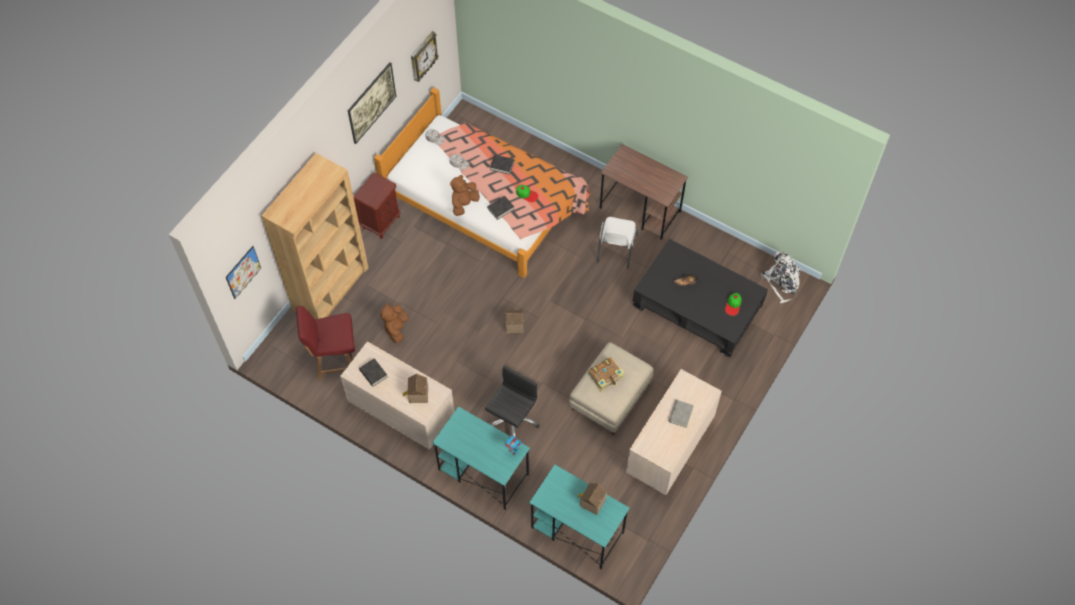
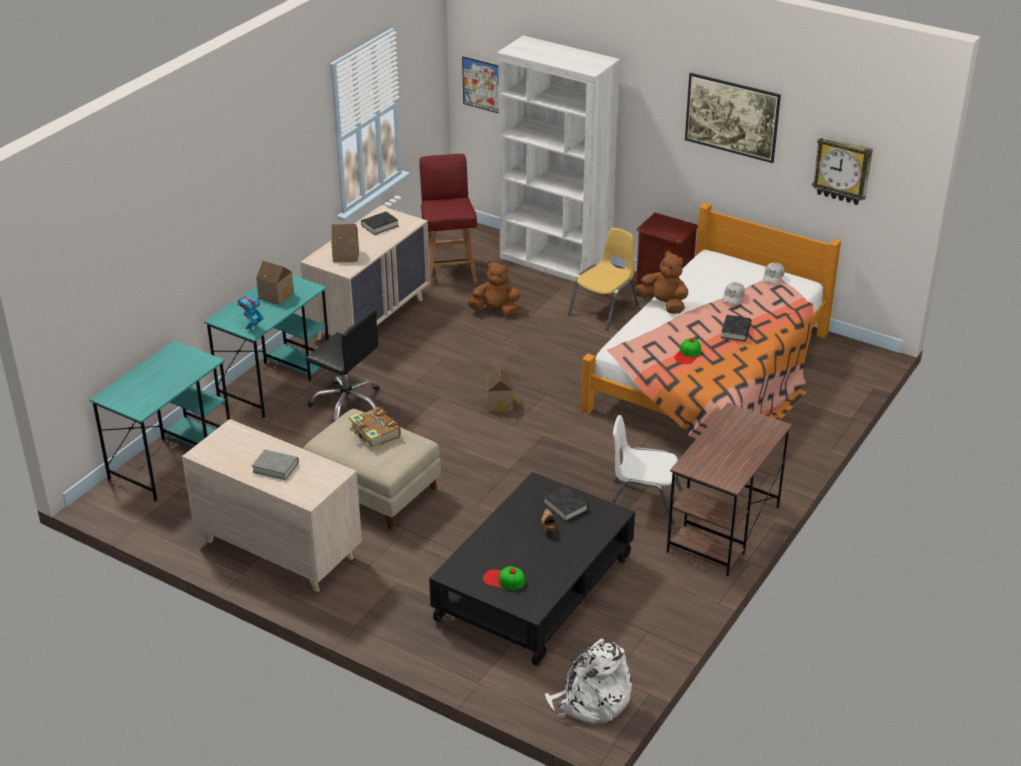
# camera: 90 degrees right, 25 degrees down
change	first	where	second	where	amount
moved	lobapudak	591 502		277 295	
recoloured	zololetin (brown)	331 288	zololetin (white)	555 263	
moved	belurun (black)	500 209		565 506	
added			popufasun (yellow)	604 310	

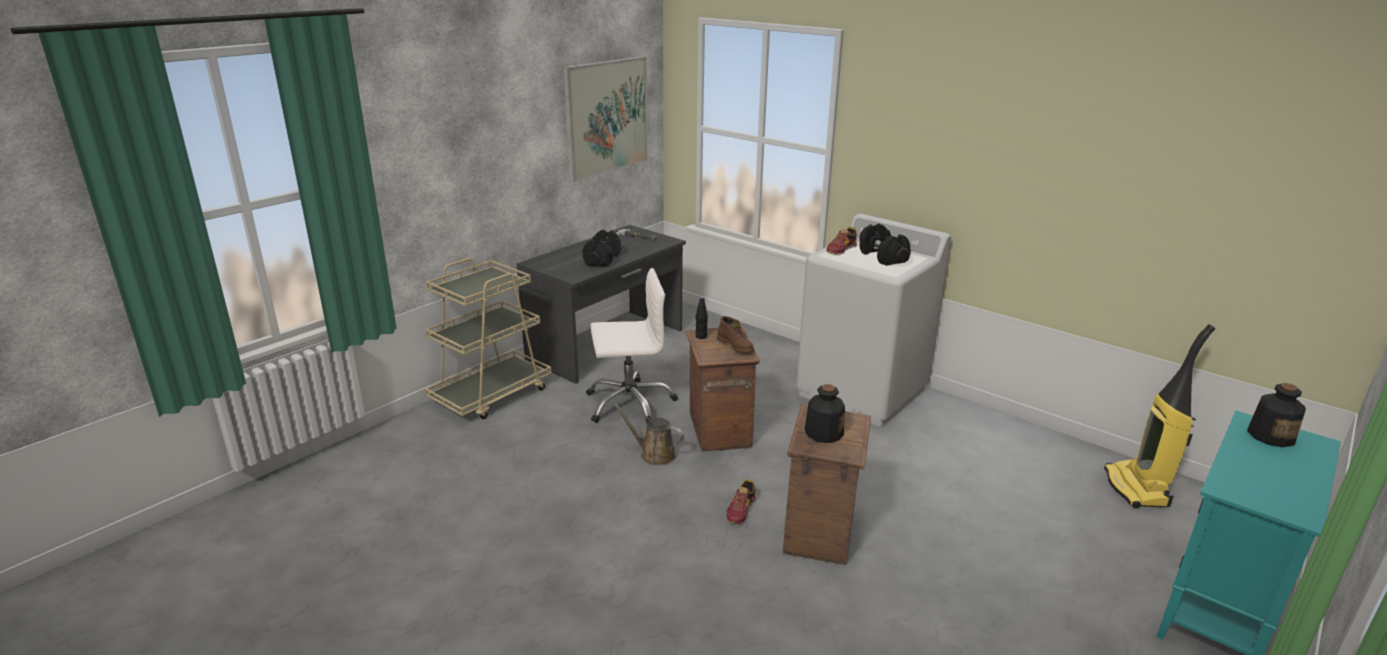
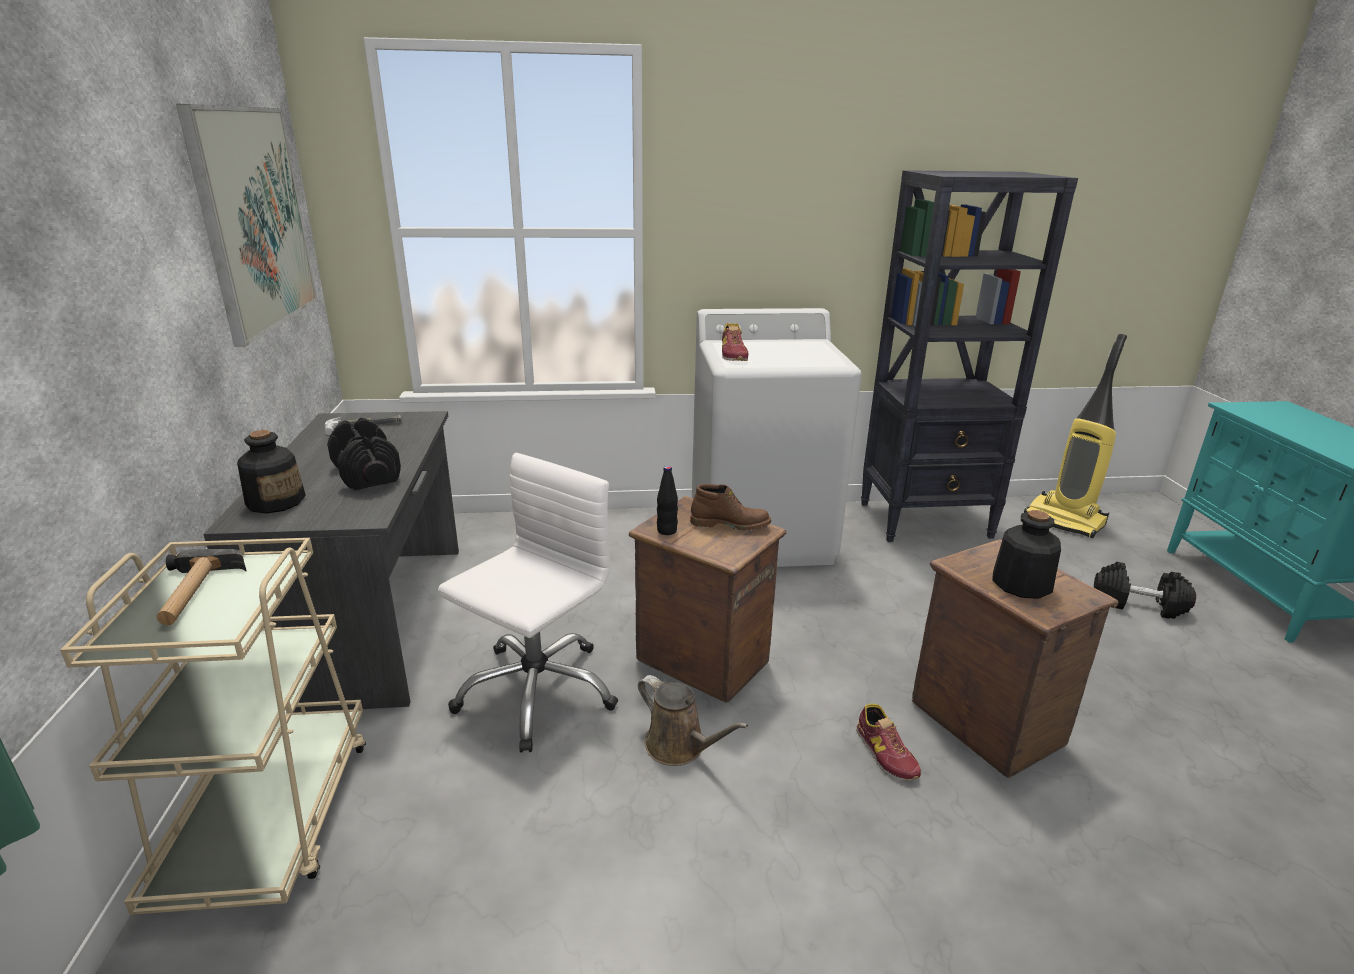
# camera: 45 degrees left, 0 degrees up
change	first	where	second	where	amount
added			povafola	193 592	
moved	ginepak	1270 436		276 501	
turned	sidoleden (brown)	654 454		679 746	120 degrees counterclockwise
added			zololetin (black)	926 520	
moved	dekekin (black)	882 257		1138 604	

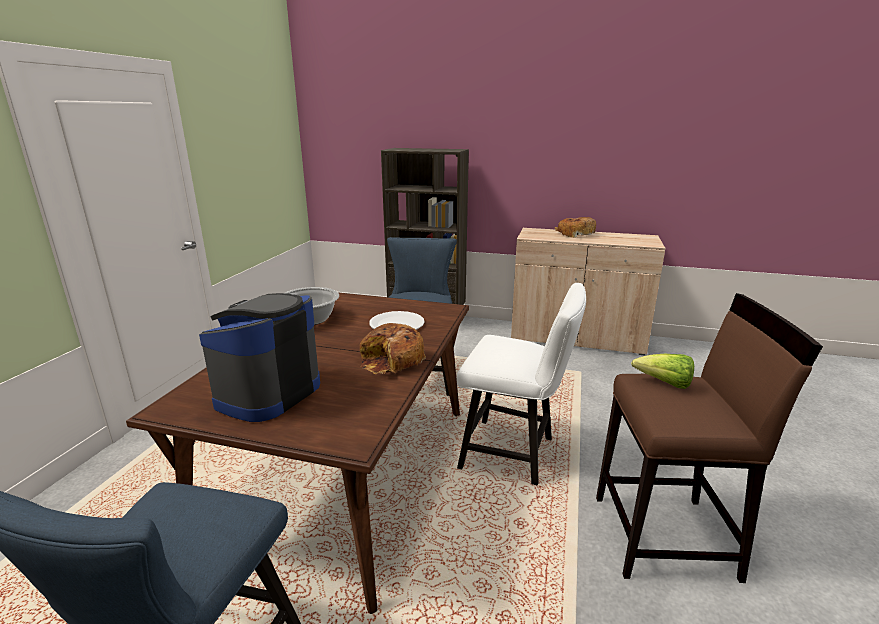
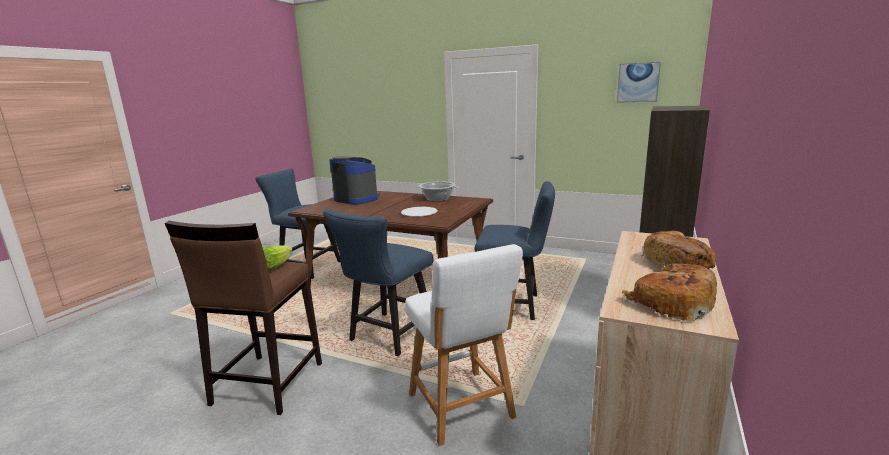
# camera: 100 degrees right, 5 degrees down
change	first	where	second	where	amount
recoloured	popufasun (white)	514 454	popufasun (blue)	388 337	
added			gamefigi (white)	462 409	
added			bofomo	638 82	
moved	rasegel	392 360		669 303	

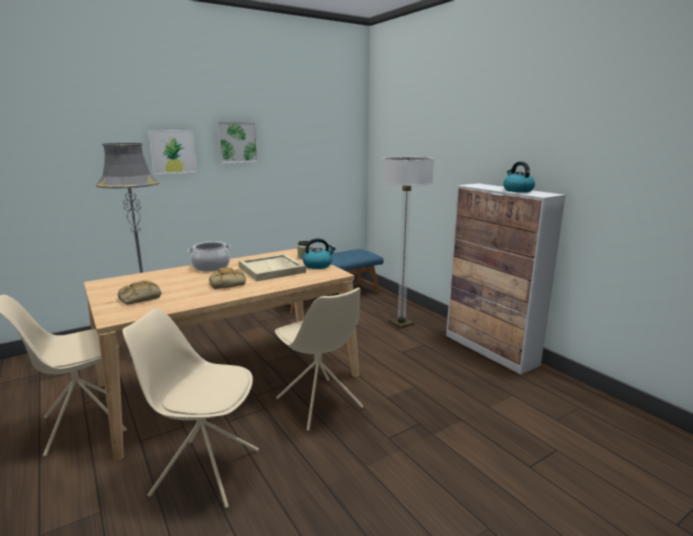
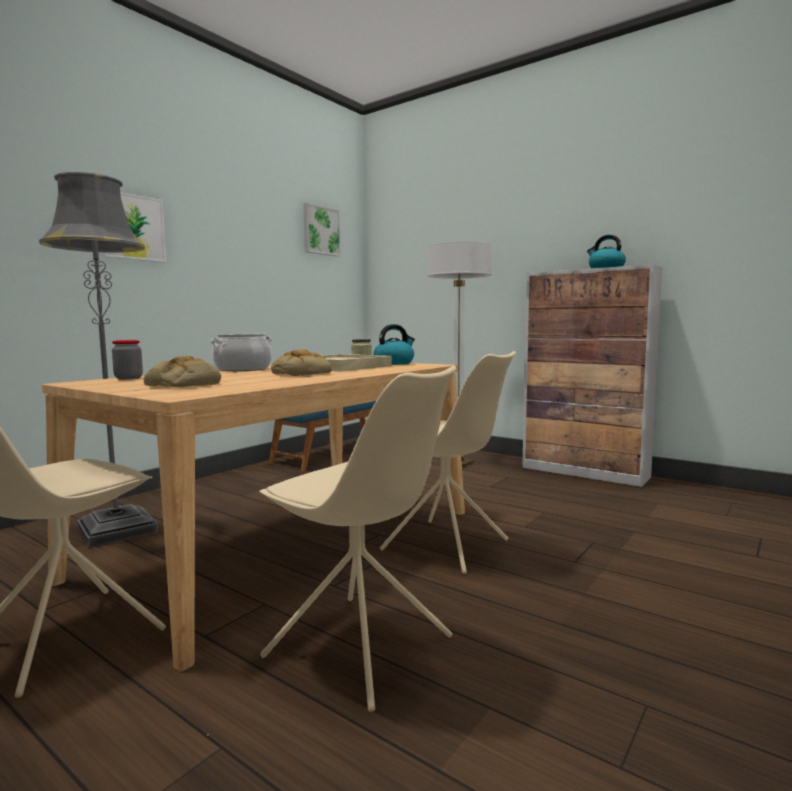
# camera: 20 degrees left, 10 degrees down
change	first	where	second	where	amount
added			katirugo	128 378	
turned	popufasun (beige)	204 471		361 648	135 degrees counterclockwise
moved	bofomo	237 142		320 231	

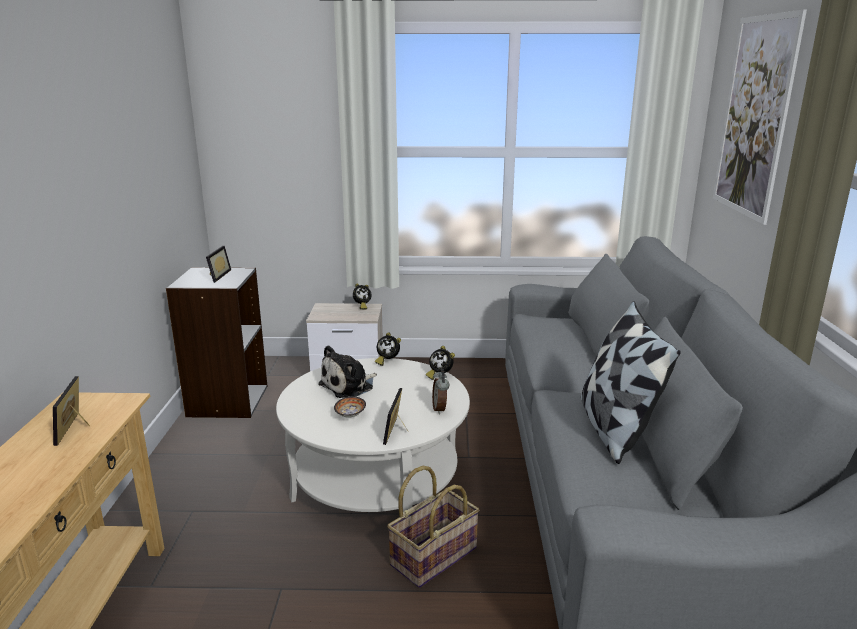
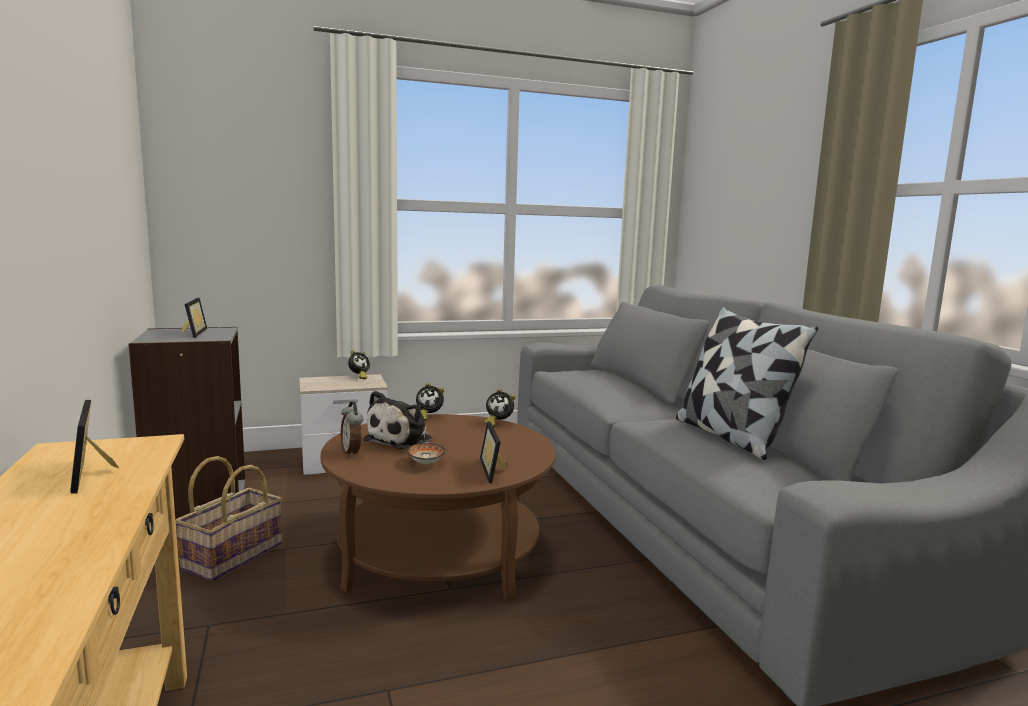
# camera: 20 degrees left, 10 degrees down
change	first	where	second	where	amount
moved	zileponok	433 555		232 555	
recoloured	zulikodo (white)	376 479	zulikodo (brown)	439 553	
moved	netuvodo	440 409		352 452	
removed	bofomo	754 117			

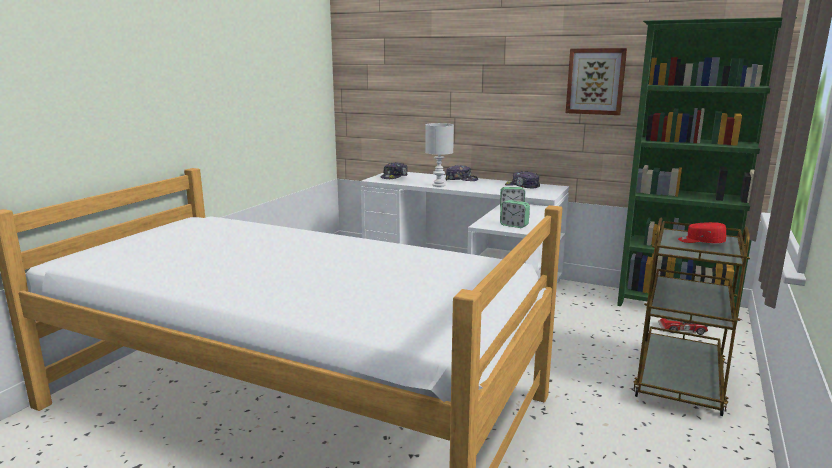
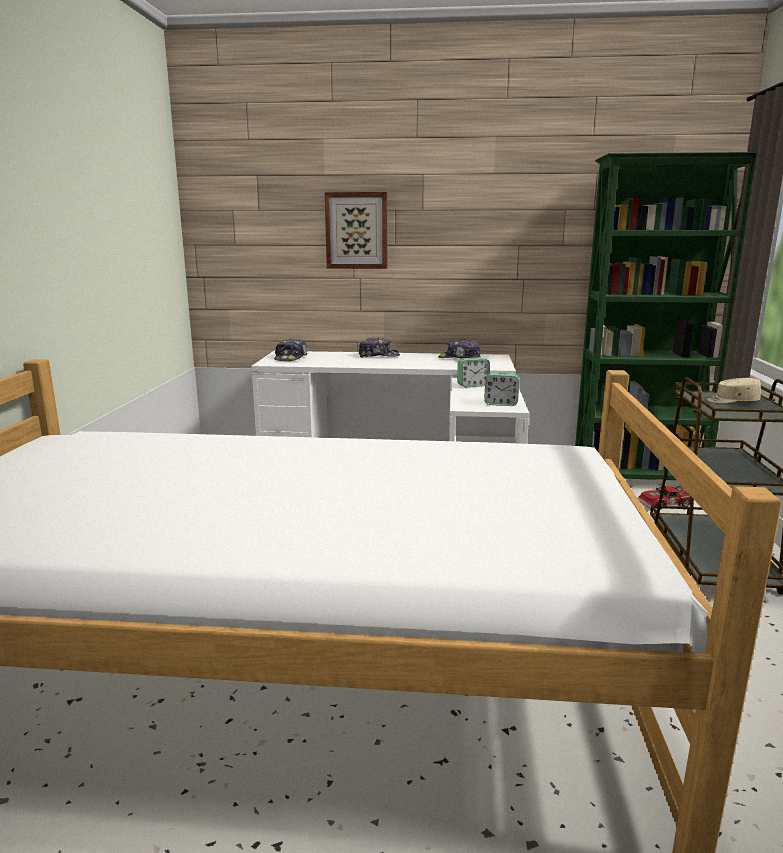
# camera: 20 degrees left, 0 degrees up
change	first	where	second	where	amount
moved	bofomo	595 81		356 230	
recoloured	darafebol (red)	701 242	darafebol (beige)	732 401	
removed	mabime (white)	439 185			

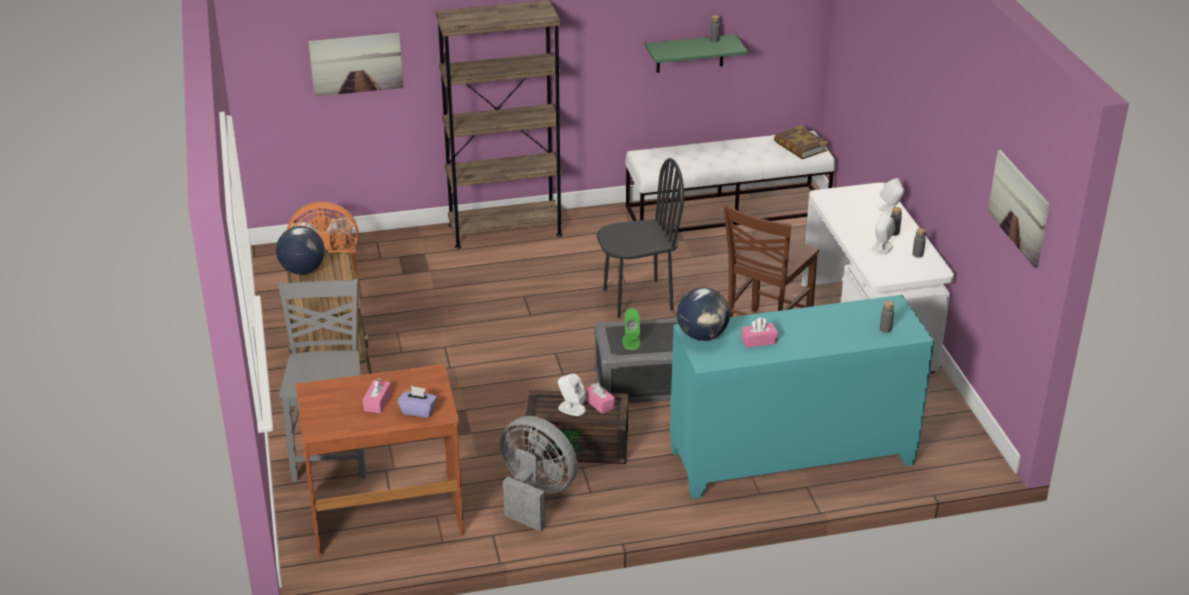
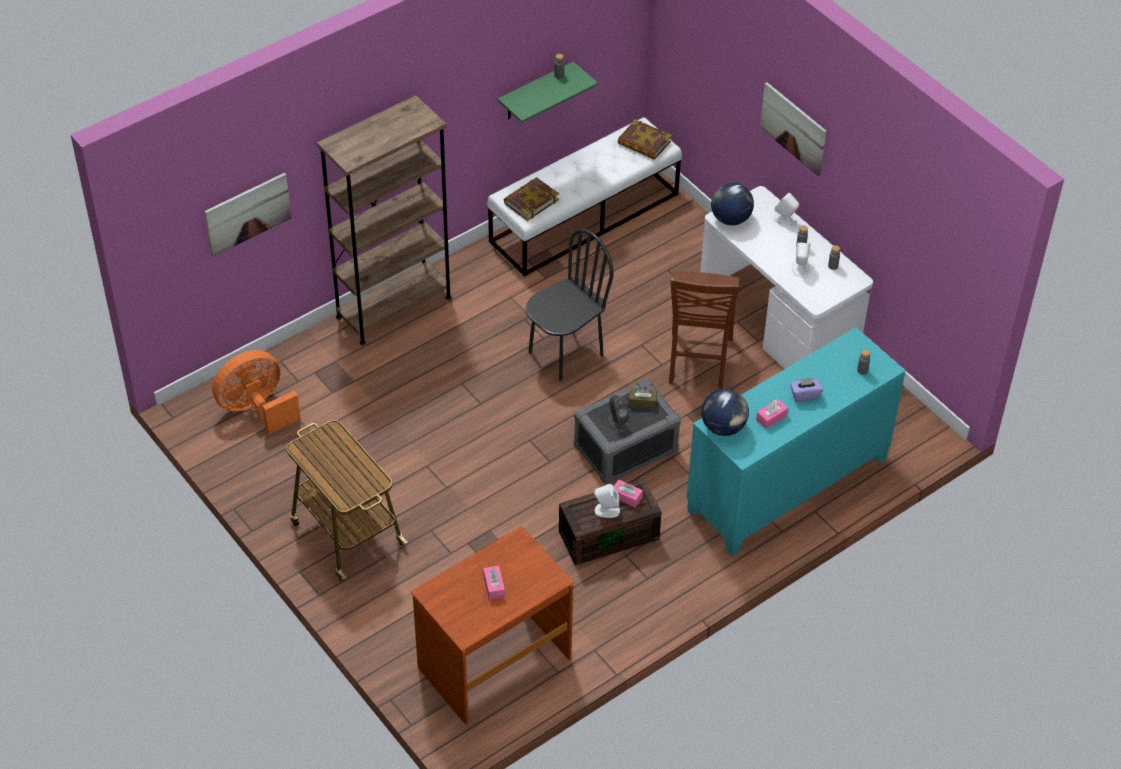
# camera: 25 degrees left, 15 degrees up
change	first	where	second	where	amount
added			belurun	531 201	
recoloured	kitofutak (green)	631 341	kitofutak (grey)	618 422	
added			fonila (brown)	642 402	
moved	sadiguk	302 270		730 219	
moved	bofomo	1019 207		793 128	
moved	fonila (purple)	418 411		805 395	
removed	popufasun (grey)	332 453			
removed	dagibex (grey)	535 495			

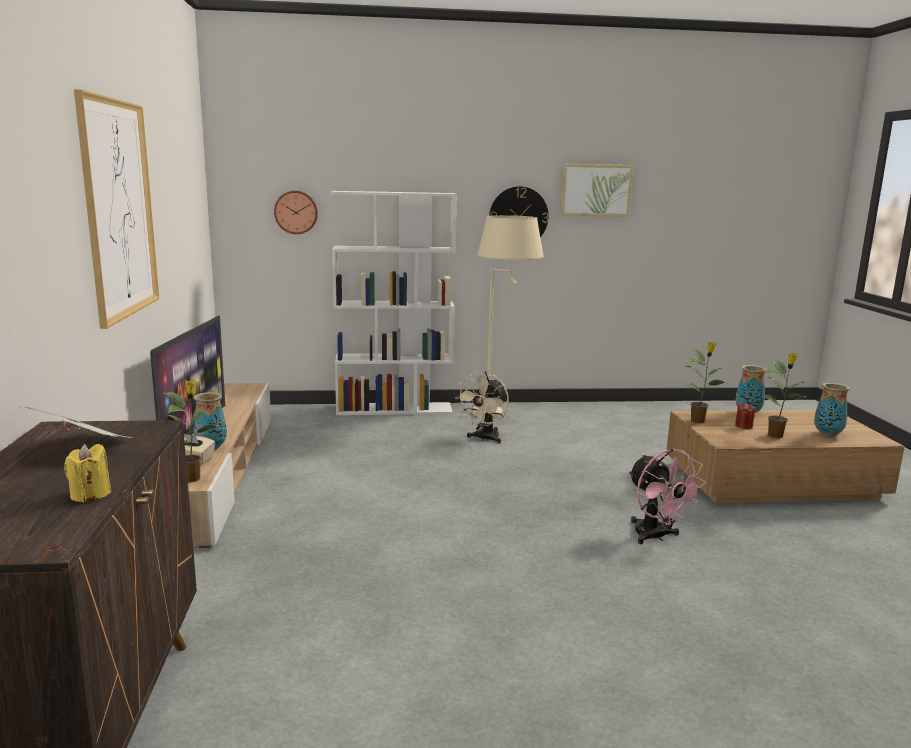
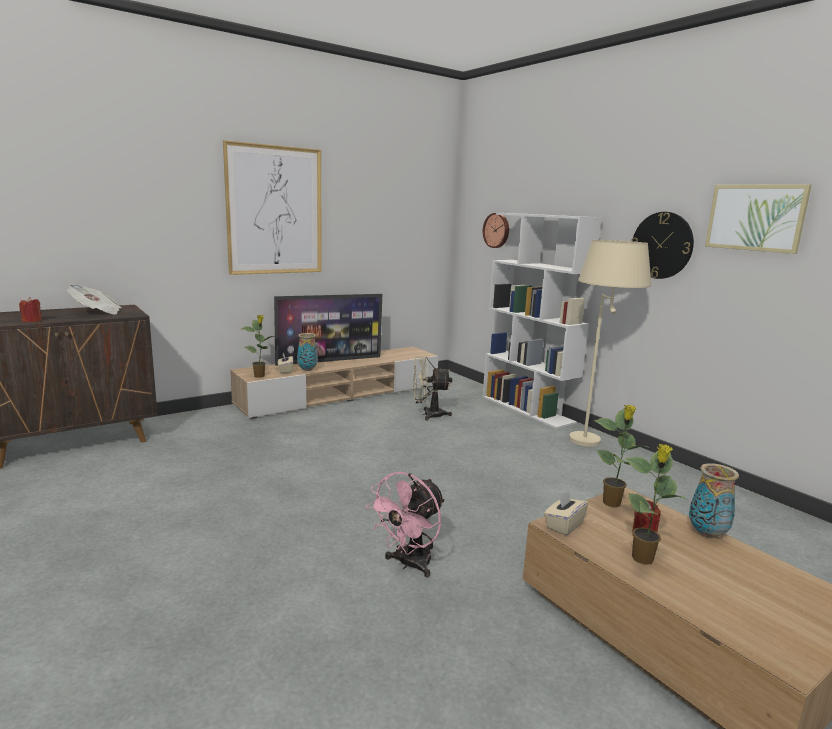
# camera: 60 degrees right, 0 degrees up
change	first	where	second	where	amount
recoloured	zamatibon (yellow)	90 494	zamatibon (red)	32 321	
moved	dagibex (beige)	484 439		428 414	
added			fonila (beige)	564 525	
removed	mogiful	827 434			

